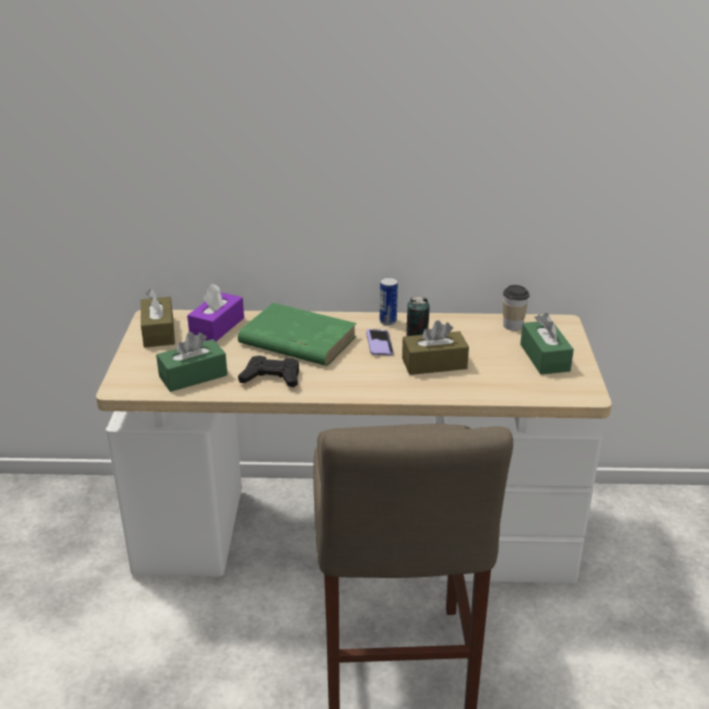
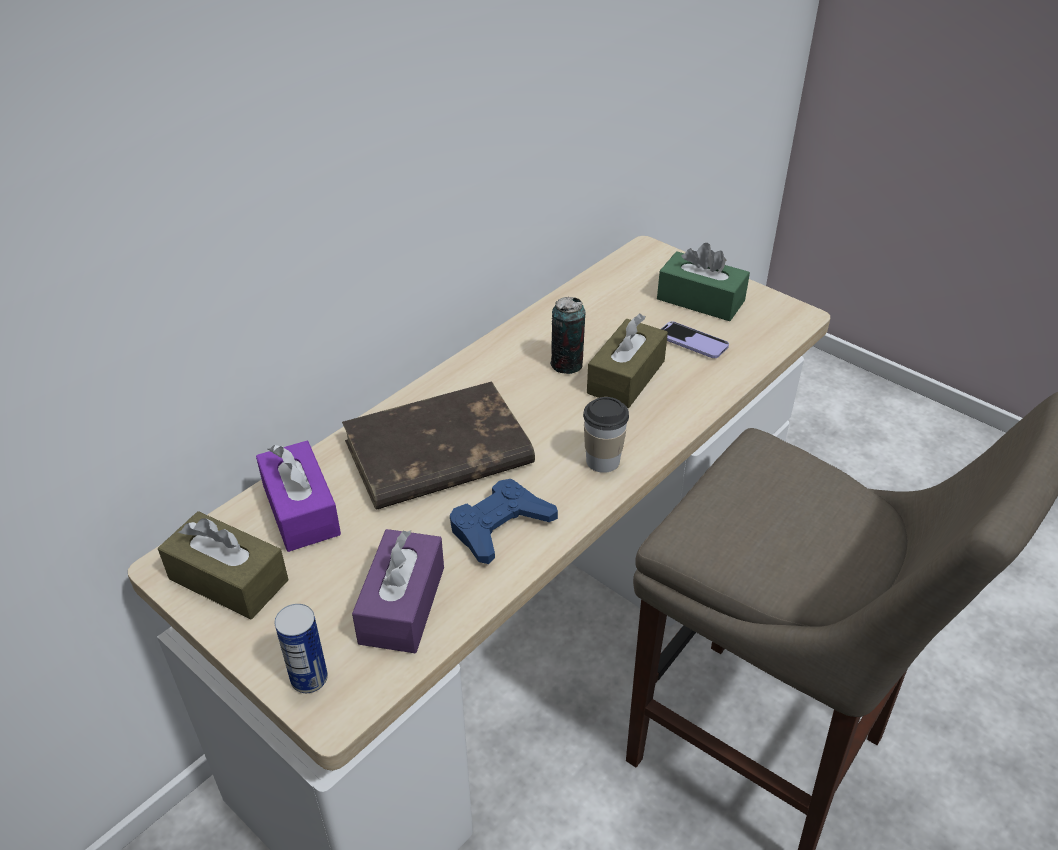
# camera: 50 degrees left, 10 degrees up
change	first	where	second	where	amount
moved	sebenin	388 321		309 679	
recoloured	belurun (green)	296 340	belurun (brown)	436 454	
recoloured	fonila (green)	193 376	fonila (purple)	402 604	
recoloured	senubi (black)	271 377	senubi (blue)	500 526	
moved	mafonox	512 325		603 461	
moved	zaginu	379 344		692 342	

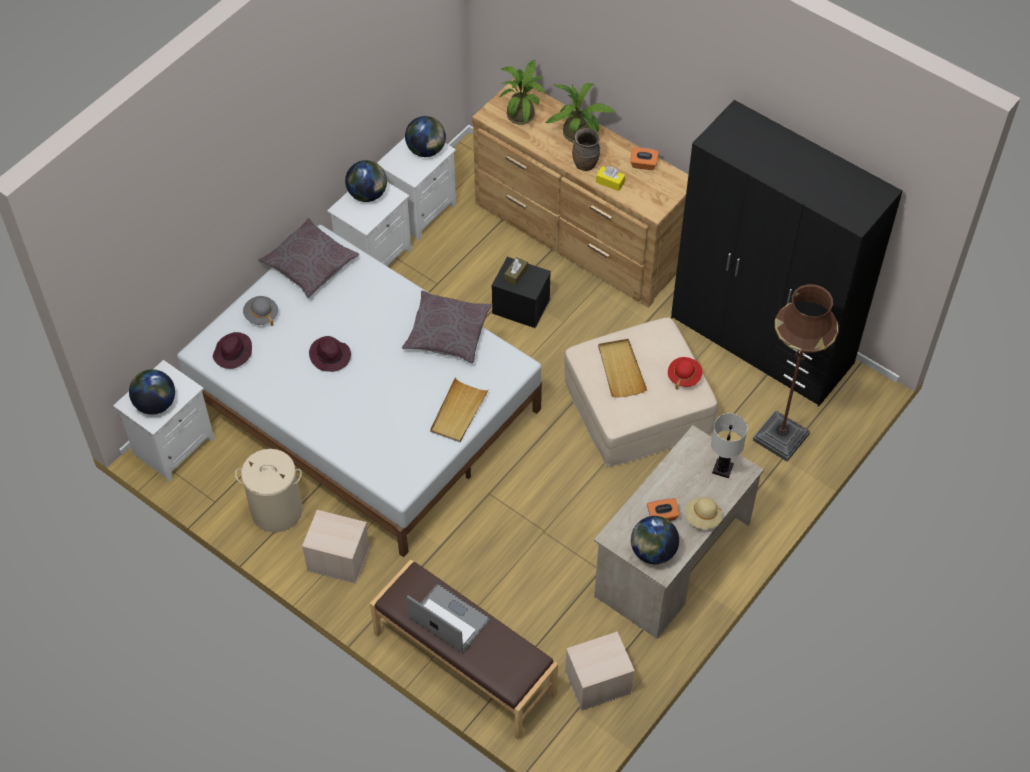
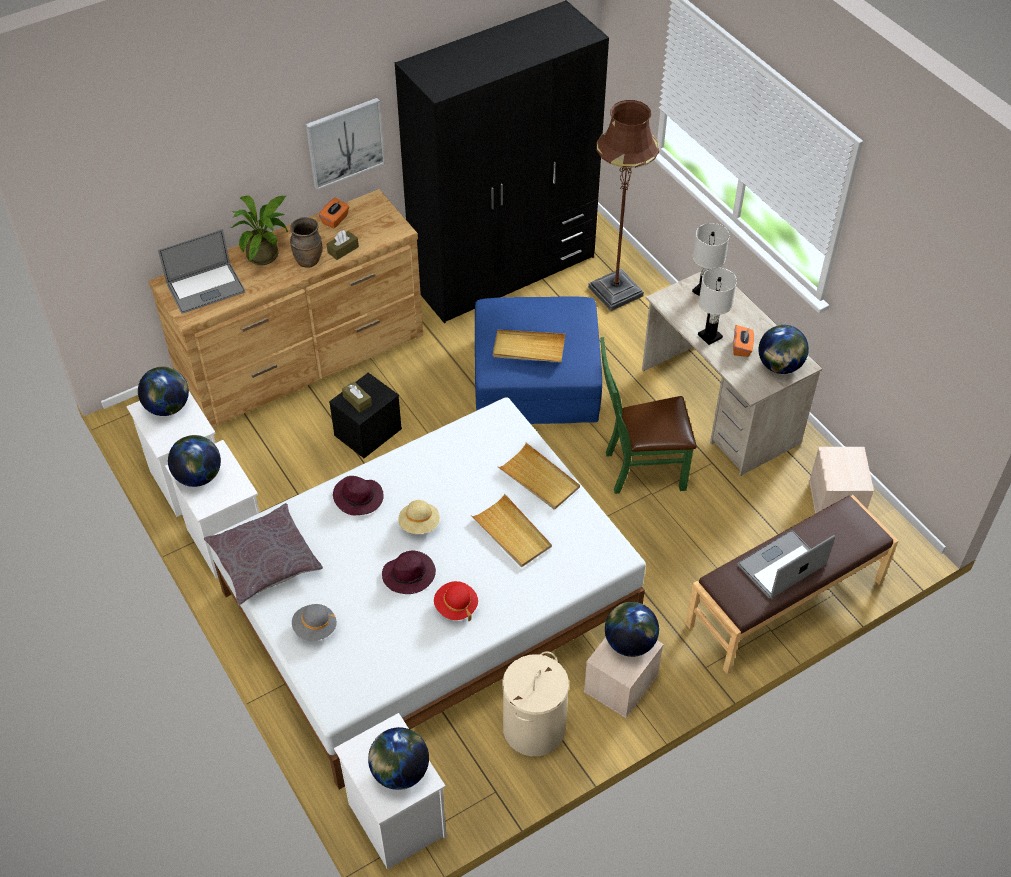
# camera: 70 degrees left, 5 degrees down
change	first	where	second	where	amount
replaced	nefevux	523 113	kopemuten	206 288	
added			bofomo	345 143	
recoloured	fonila (yellow)	610 182	fonila (brown)	343 250	
moved	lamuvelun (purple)	233 353		359 498	
moved	lamuvelun (beige)	702 518		419 524	
moved	lamuvelun (red)	684 377		456 606	
added			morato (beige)	512 533	
recoloured	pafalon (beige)	638 406	pafalon (blue)	536 378	
added			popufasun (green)	639 469	
added			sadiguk	629 642	
added			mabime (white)	709 336	
removed	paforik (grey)	447 333			

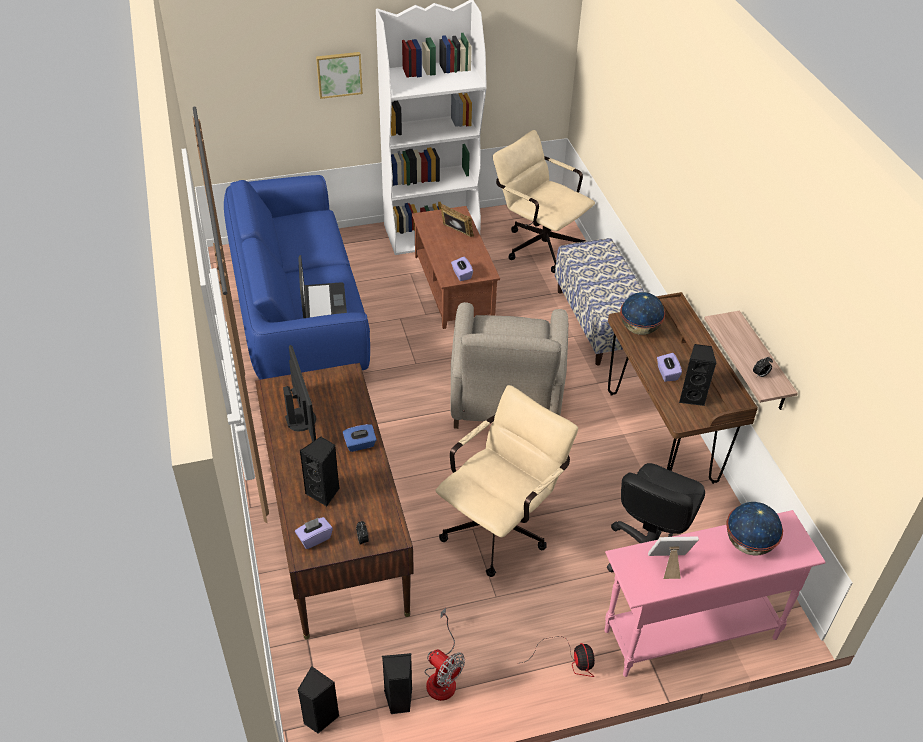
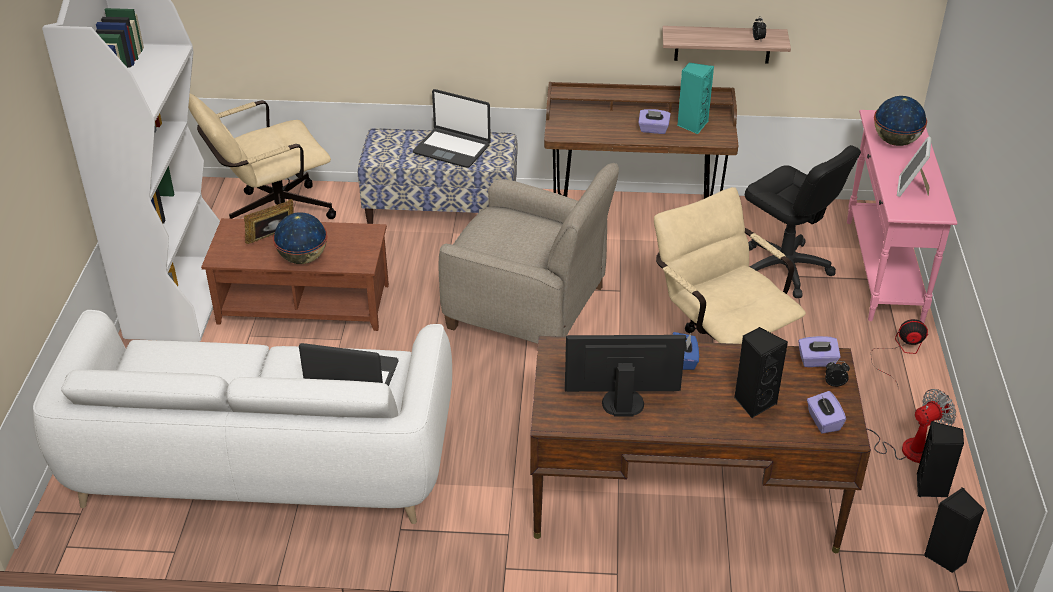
# camera: 70 degrees left, 5 degrees down
change	first	where	second	where	amount
recoloured	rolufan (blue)	298 314	rolufan (white)	262 463	
moved	sadiguk	639 329		303 258	
added			kopemuten	452 148	
recoloured	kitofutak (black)	692 396	kitofutak (turquoise)	692 125	
moved	fonila (purple)	461 274		817 361	
removed	bofomo	339 74			

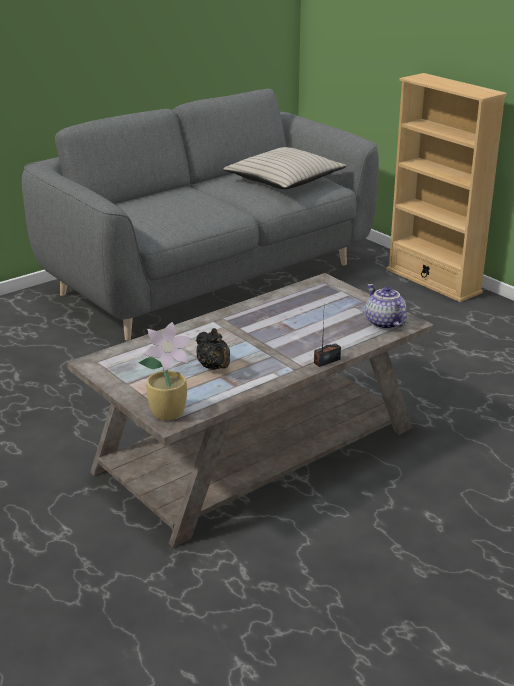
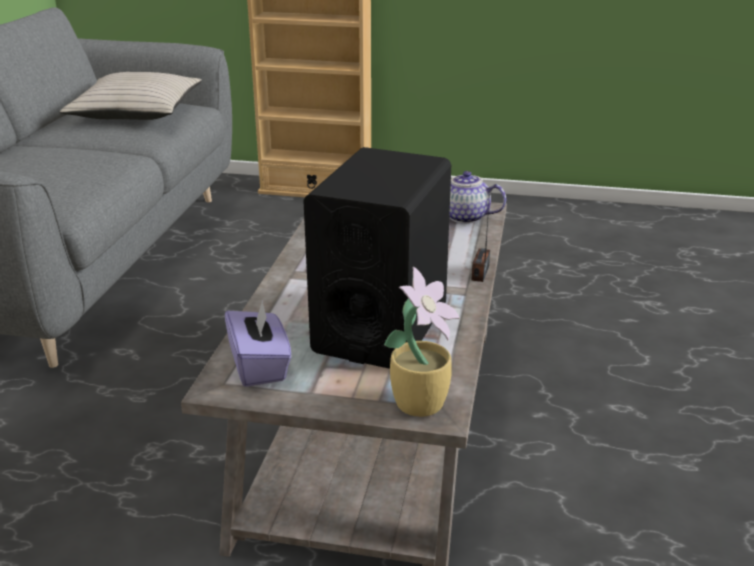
# camera: 40 degrees left, 0 degrees up
change	first	where	second	where	amount
added			fonila (purple)	260 366	
replaced	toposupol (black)	214 367	kitofutak (black)	381 328	

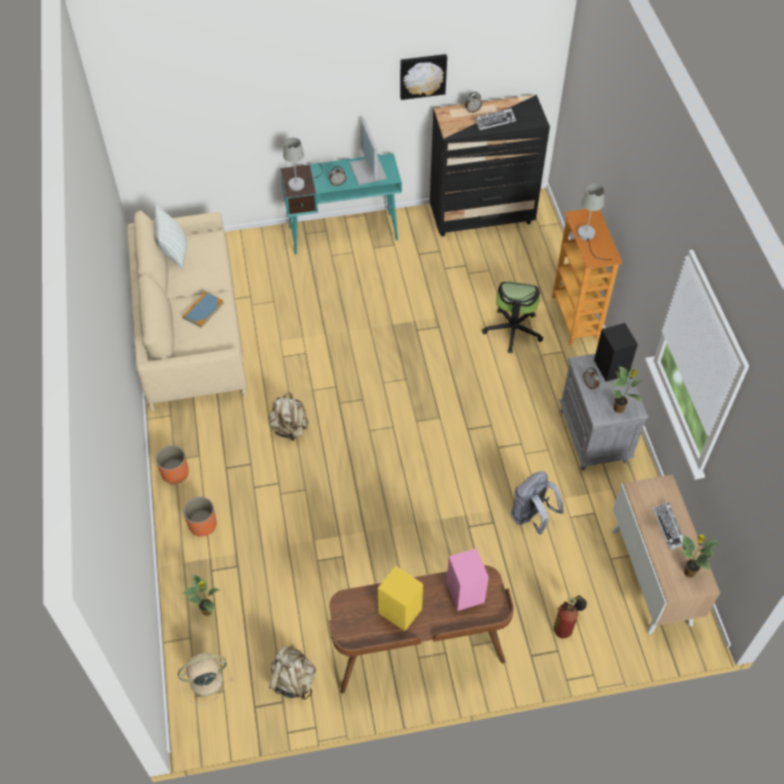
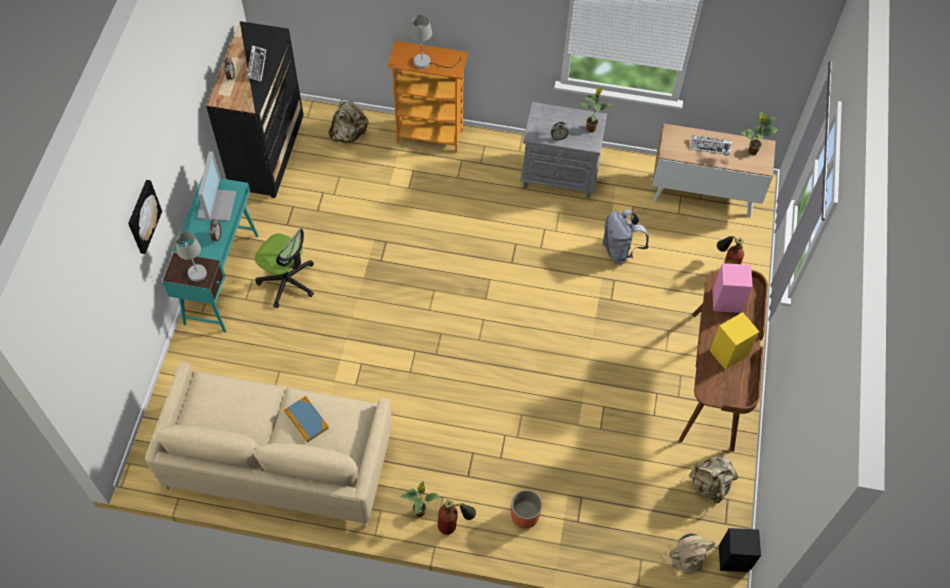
# camera: 70 degrees left, 5 degrees up
change	first	where	second	where	amount
moved	bofomo	422 75		142 216	
turned	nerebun	369 171		216 204	90 degrees counterclockwise
moved	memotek	513 330		287 281	
moved	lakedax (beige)	290 429		349 134	
moved	nefevux	208 611		420 511	
replaced	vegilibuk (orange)	175 473	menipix	454 525	
turned	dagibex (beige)	205 681		688 558	105 degrees counterclockwise
moved	kitofutak (black)	611 368		734 558	
removed	paforik	174 252			

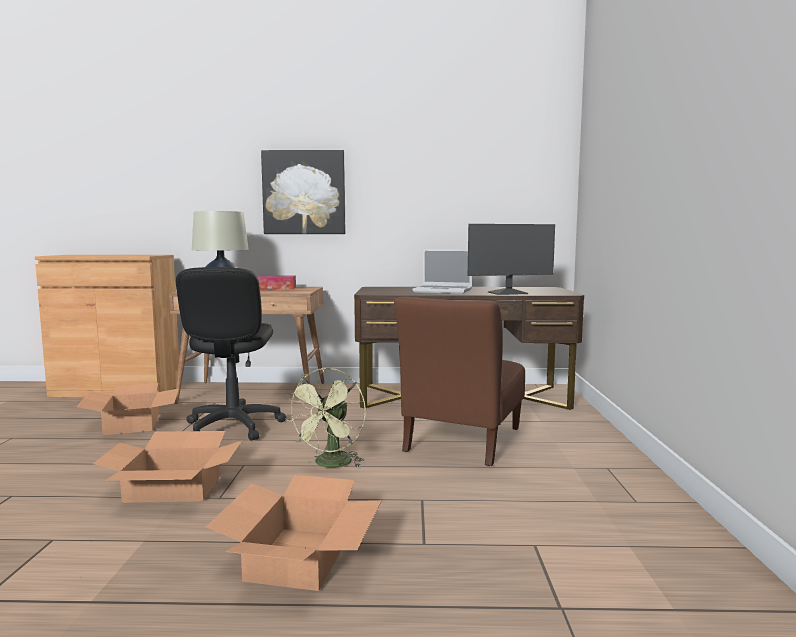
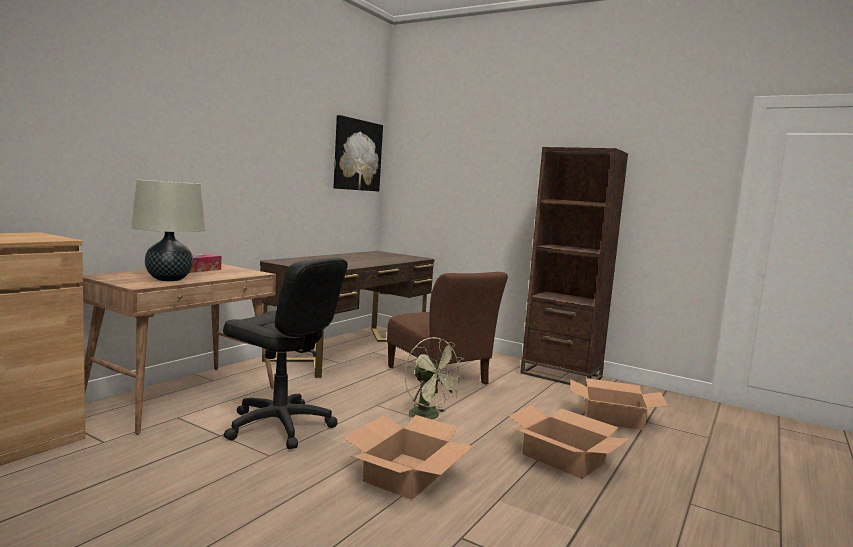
# camera: 60 degrees left, 0 degrees up
change	first	where	second	where	amount
moved	bofomo	304 192		357 155	
added			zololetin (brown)	561 375	
moved	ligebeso	132 423		613 417	
removed	kopemuten	443 291			
removed	nerebun	508 293			

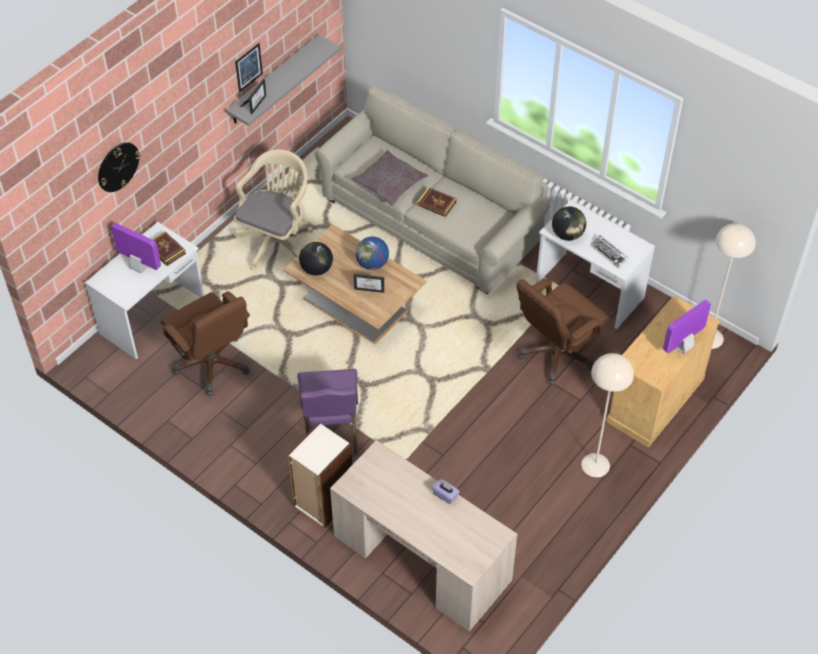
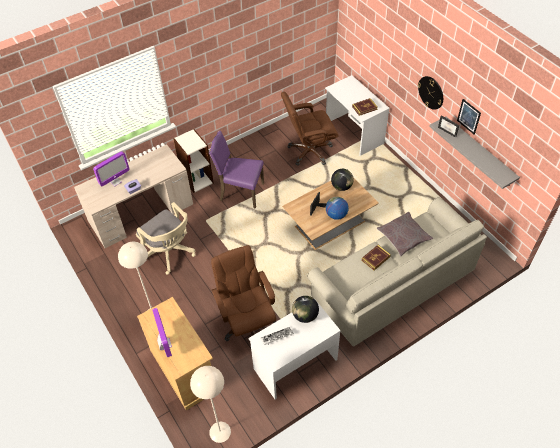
# camera: 110 degrees right, 0 degrees up
change	first	where	second	where	amount
moved	nerebun	139 267		115 181	
moved	memotek (beige)	277 240		170 253	
moved	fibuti	118 166		431 92	

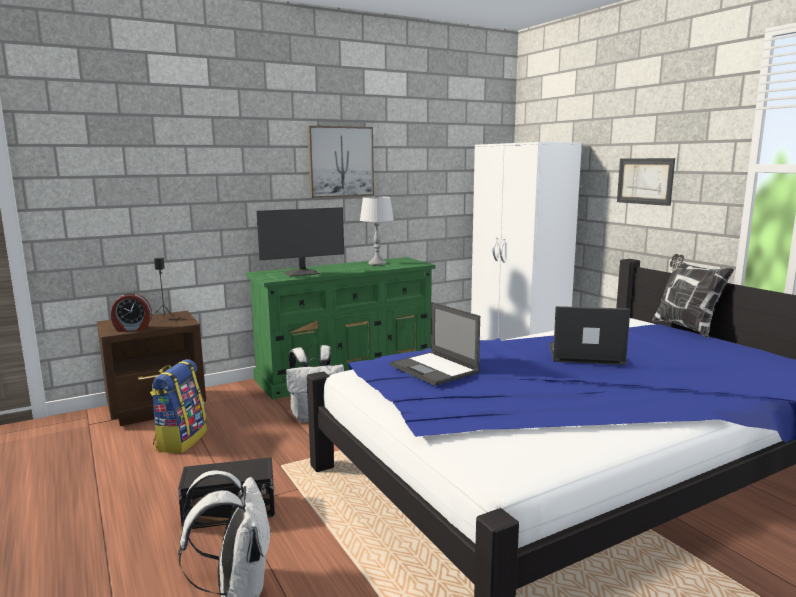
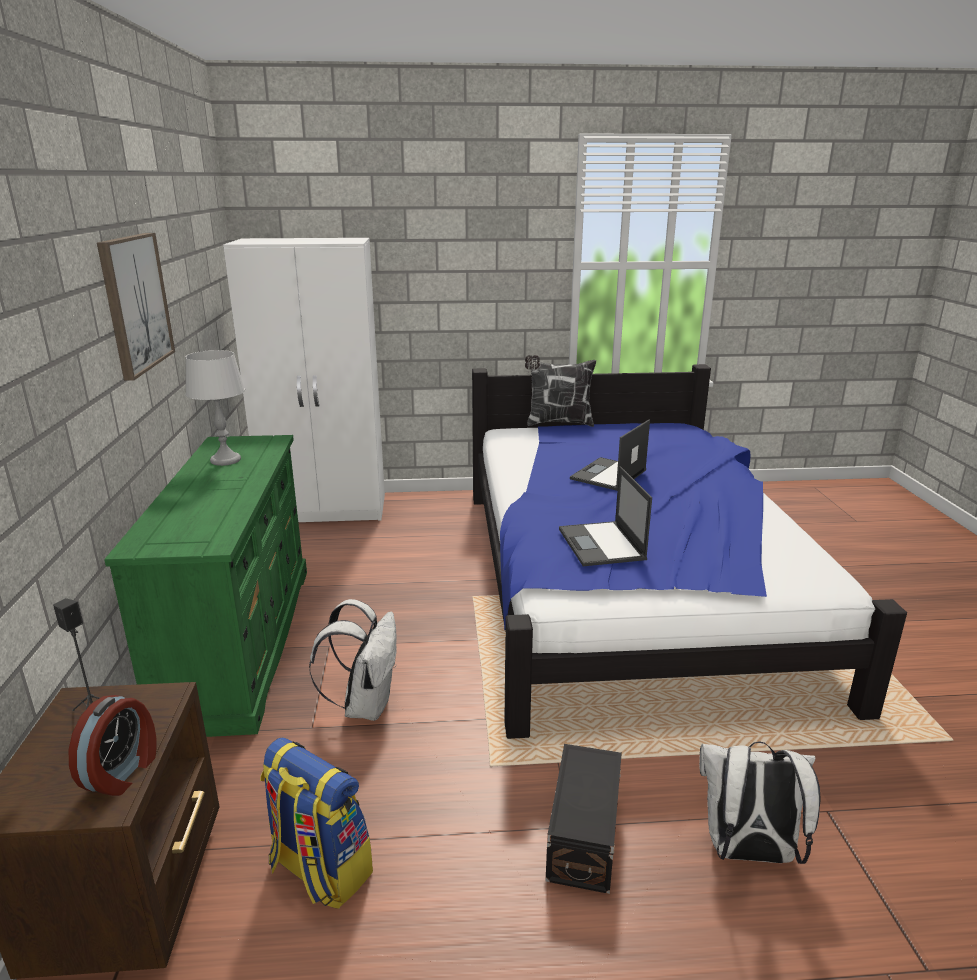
# camera: 65 degrees left, 10 degrees up
change	first	where	second	where	amount
turned	kopemuten	435 369		602 544	90 degrees clockwise
removed	nerebun	302 273			
removed	bofomo	645 181			

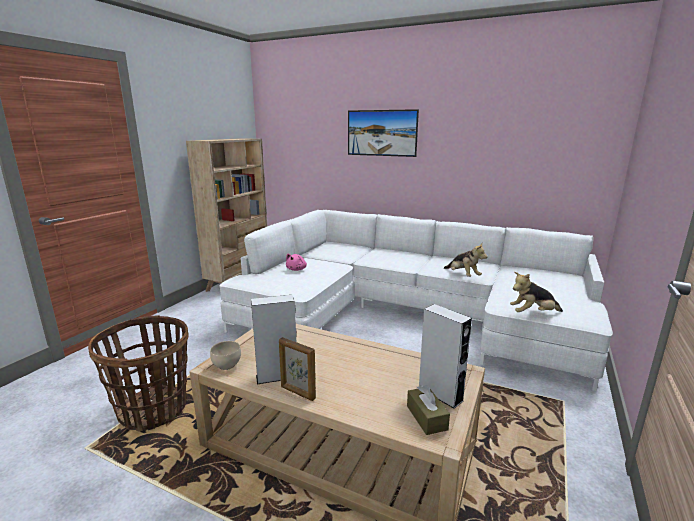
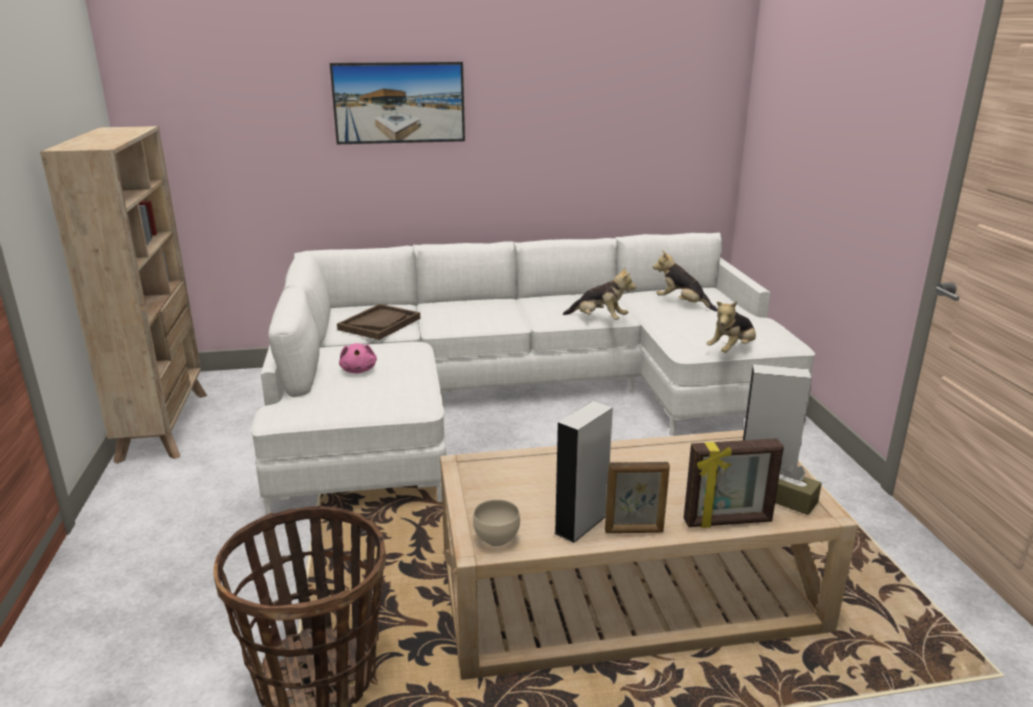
# camera: 35 degrees left, 5 degrees up
change	first	where	second	where	amount
added			morato (brown)	379 324	
added			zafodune	682 304	
added			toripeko	728 522	

